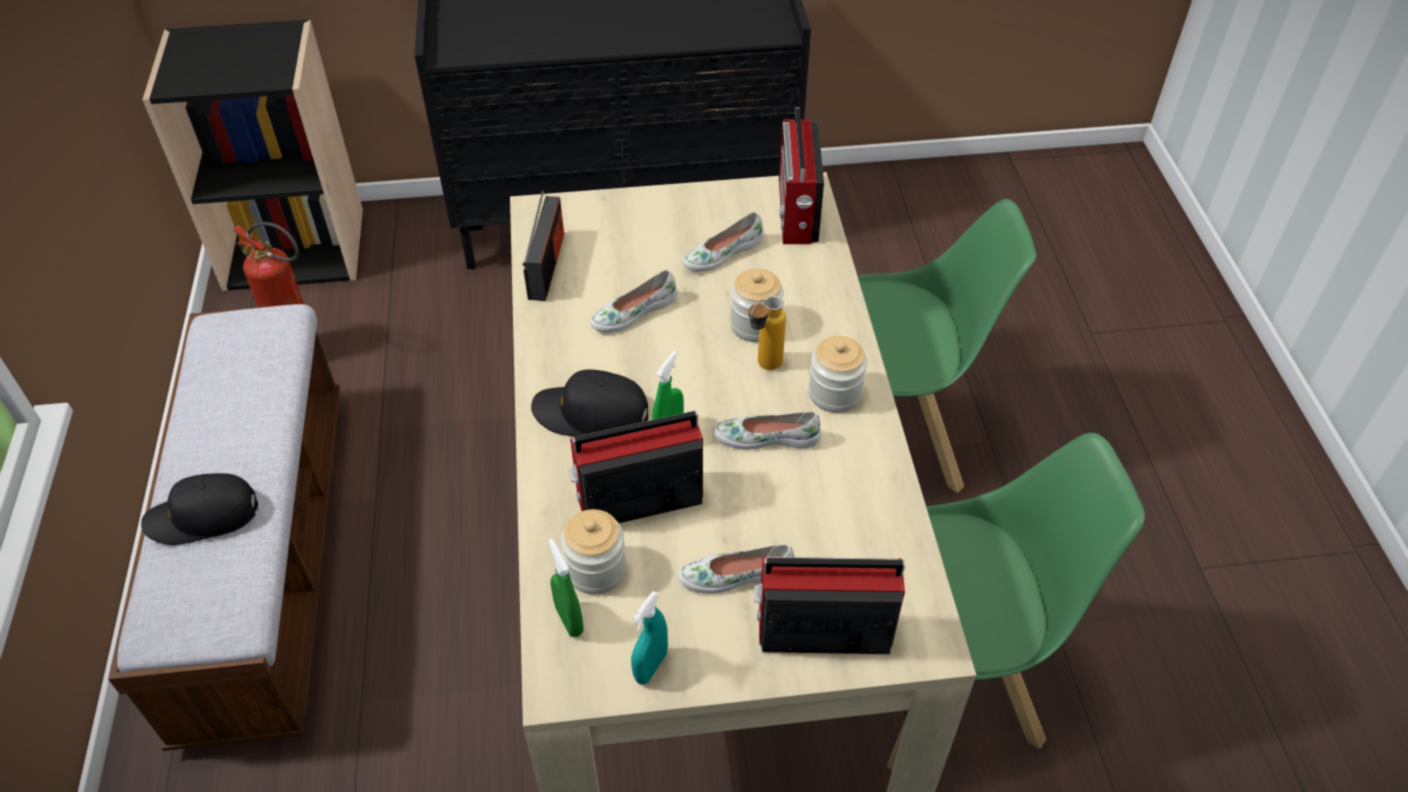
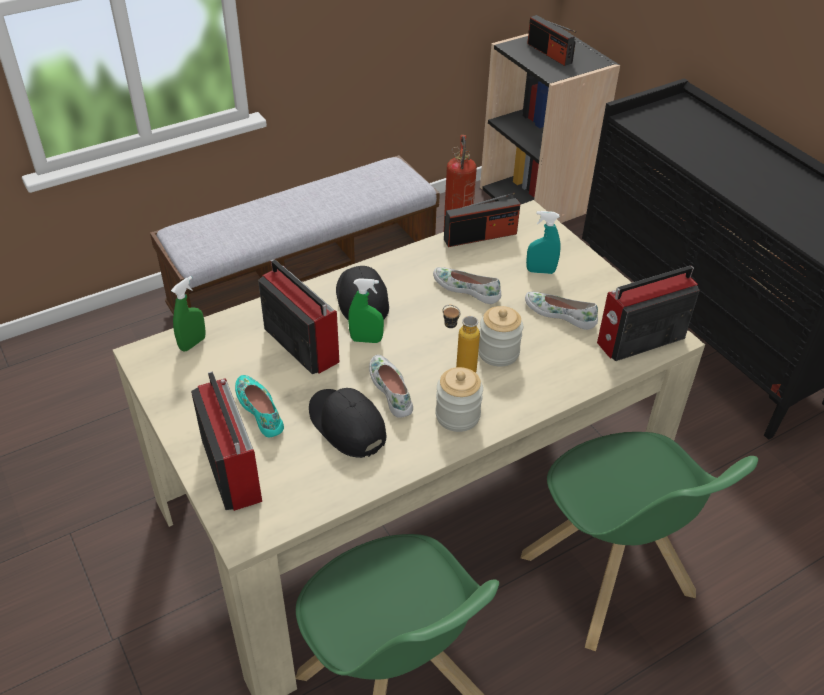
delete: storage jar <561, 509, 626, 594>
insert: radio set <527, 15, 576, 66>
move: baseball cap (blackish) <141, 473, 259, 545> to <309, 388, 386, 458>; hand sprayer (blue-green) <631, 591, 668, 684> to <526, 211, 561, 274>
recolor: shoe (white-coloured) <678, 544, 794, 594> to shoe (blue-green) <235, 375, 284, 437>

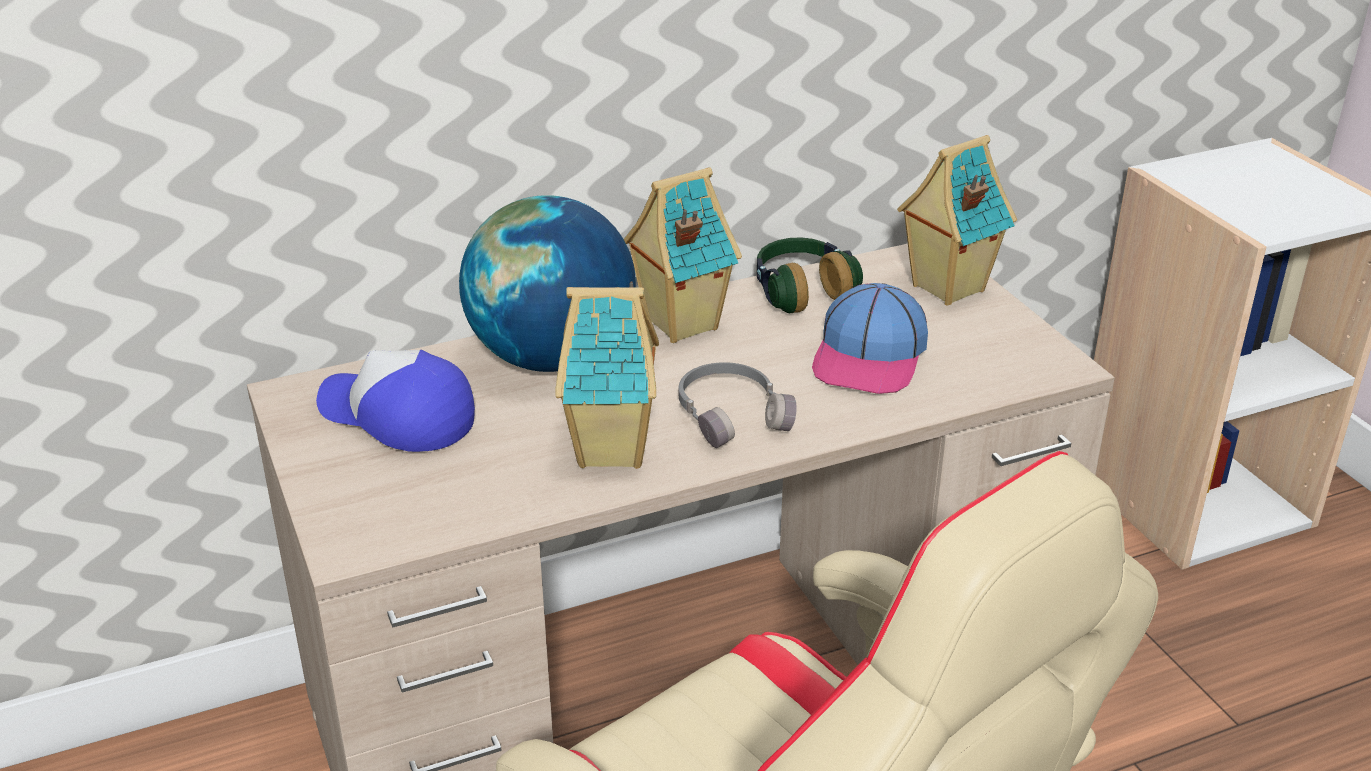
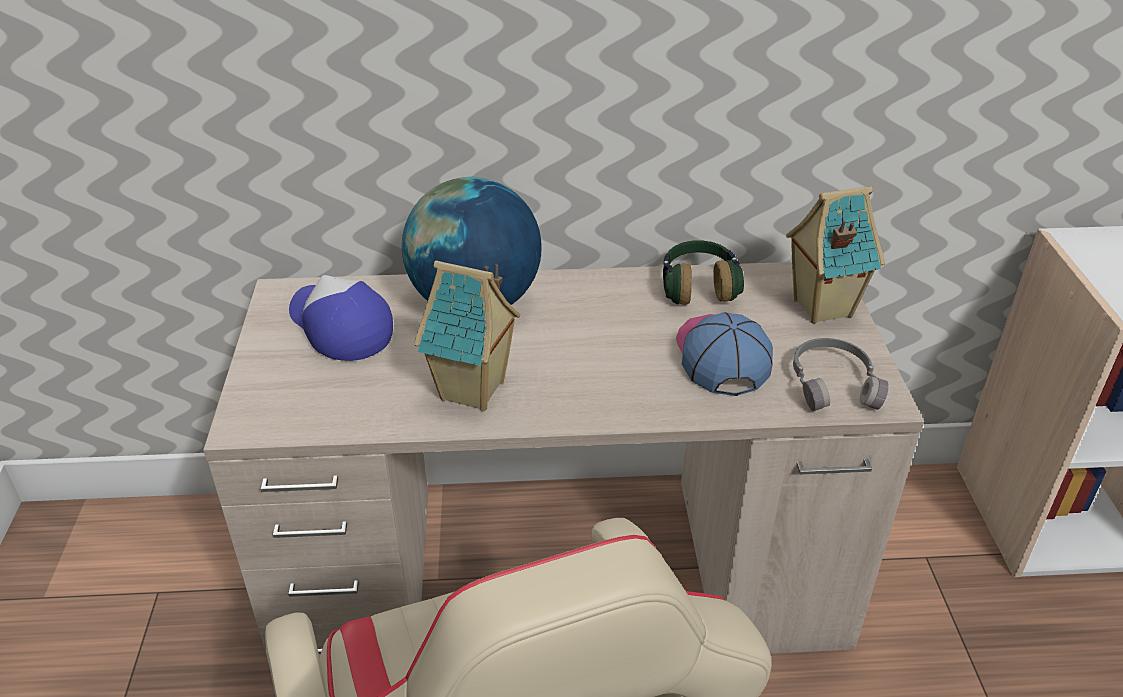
delete: toy house <624, 167, 742, 343>
move: headset (greyish) <679, 362, 797, 448> to <793, 338, 889, 411>
rotate: baseball cap <812, 283, 928, 394> = <676, 312, 773, 396> 135 degrees clockwise

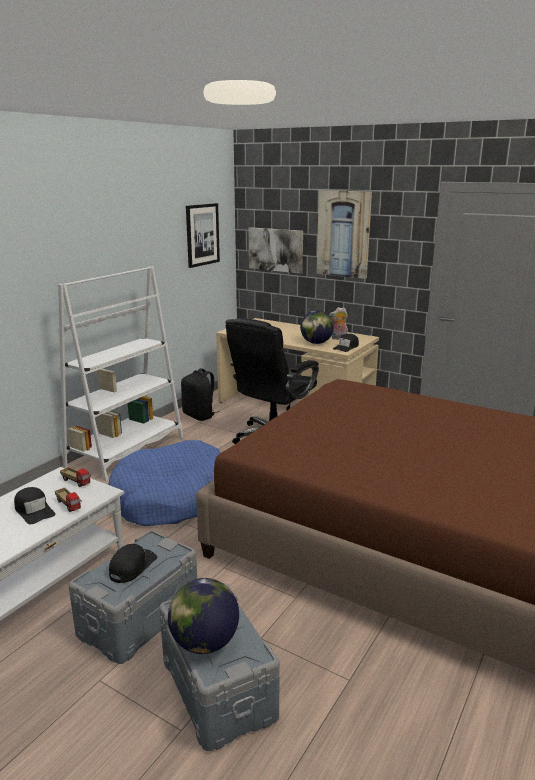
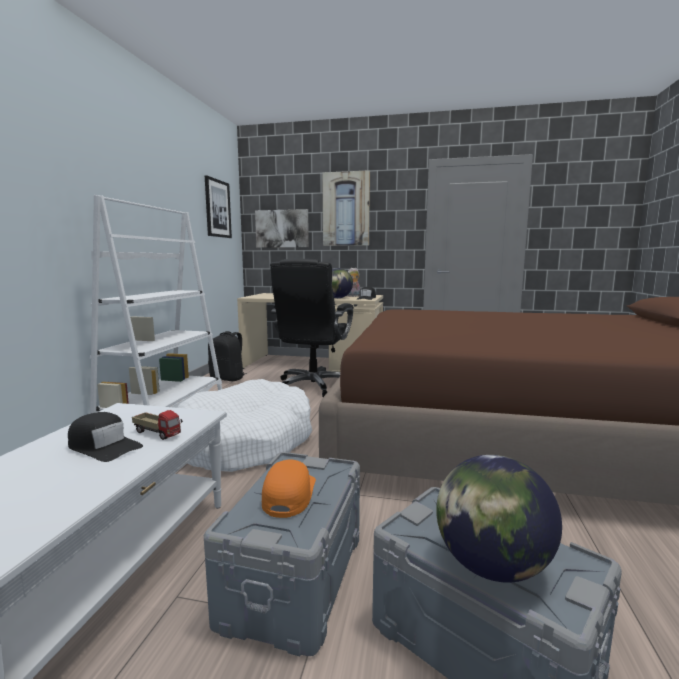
delete: model truck <60, 467, 91, 487>
recolor: pet bed (bluish) <108, 440, 221, 526> to pet bed (white-coloured) <177, 379, 312, 472>; baseball cap (blackish) <109, 544, 158, 583> to baseball cap (orange) <262, 460, 316, 518>

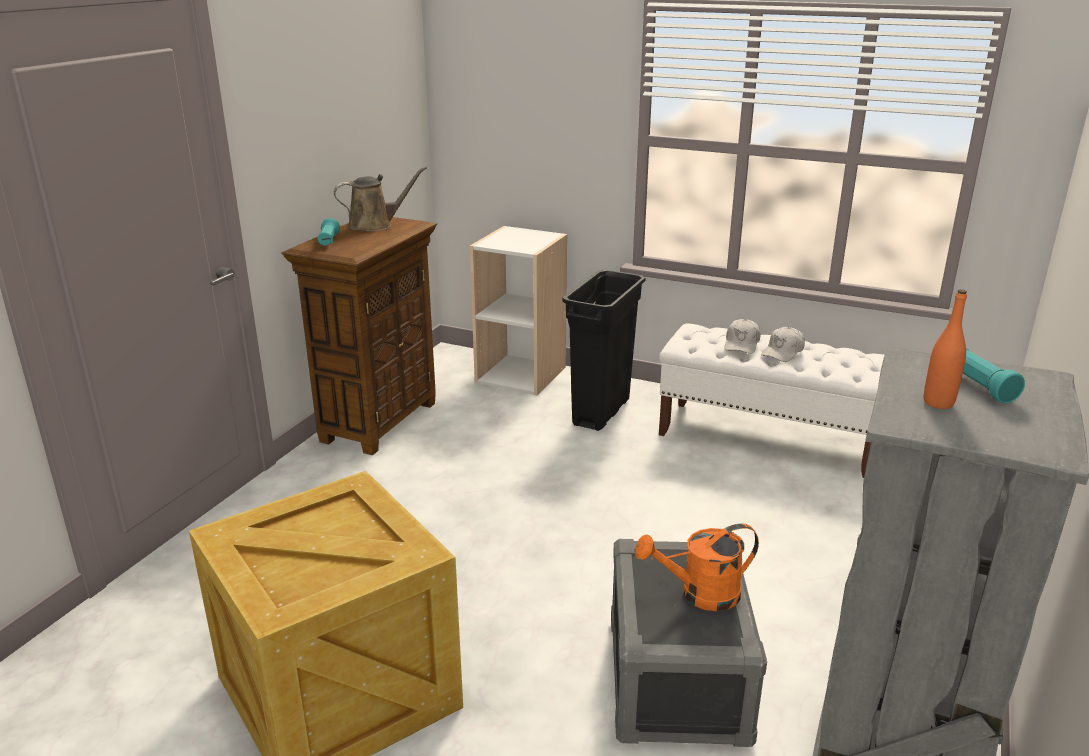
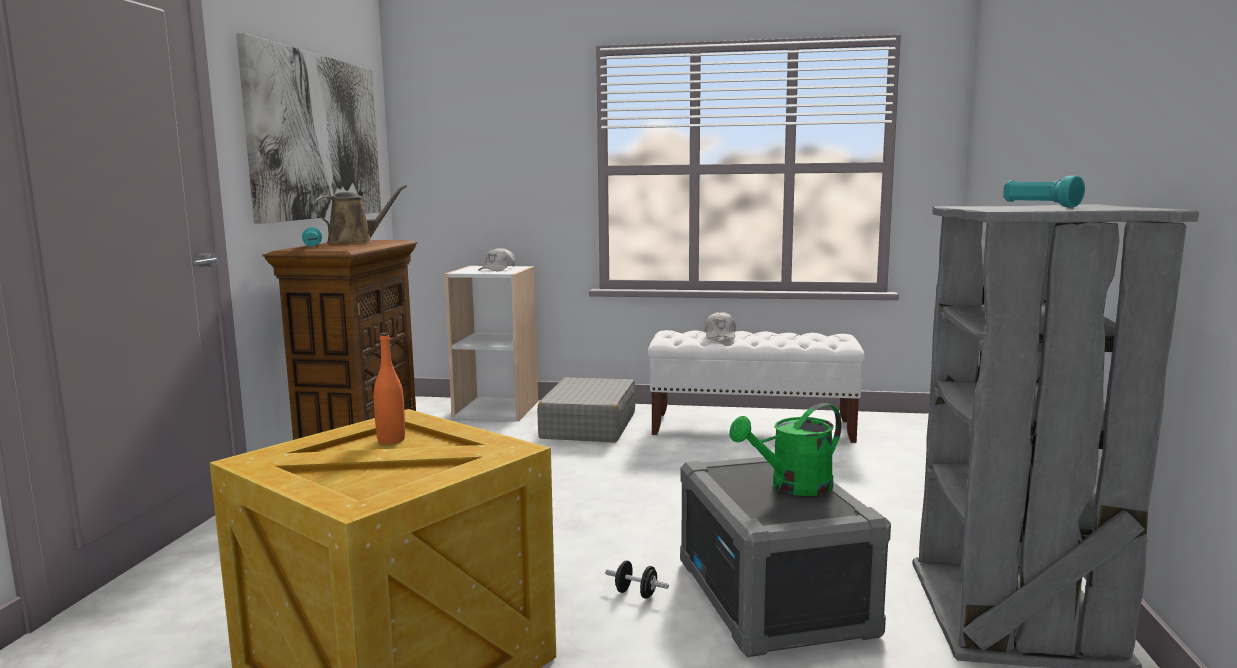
insert: wall picture <236, 33, 381, 223>; dumbbell (blackish) <605, 560, 669, 599>
move: baseball cap (white-coloured) <761, 327, 805, 362> to <478, 247, 515, 271>; beverage bottle (orange) <924, 289, 967, 409> to <374, 333, 405, 444>
replace: rubbish bin (blackish) <562, 270, 645, 431> to suitcase (greyish) <537, 377, 635, 442>
recolor: watering pot (orange) <635, 523, 759, 611> to watering pot (greenish) <729, 403, 842, 496>

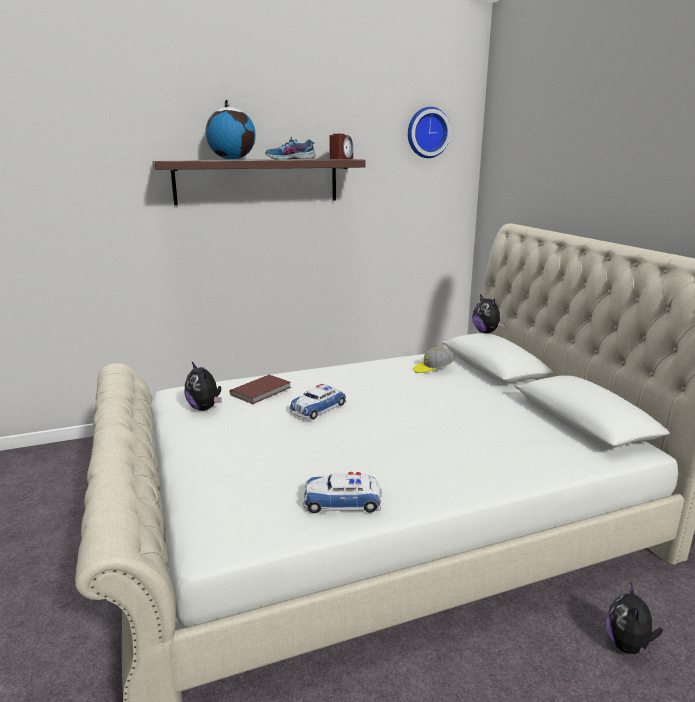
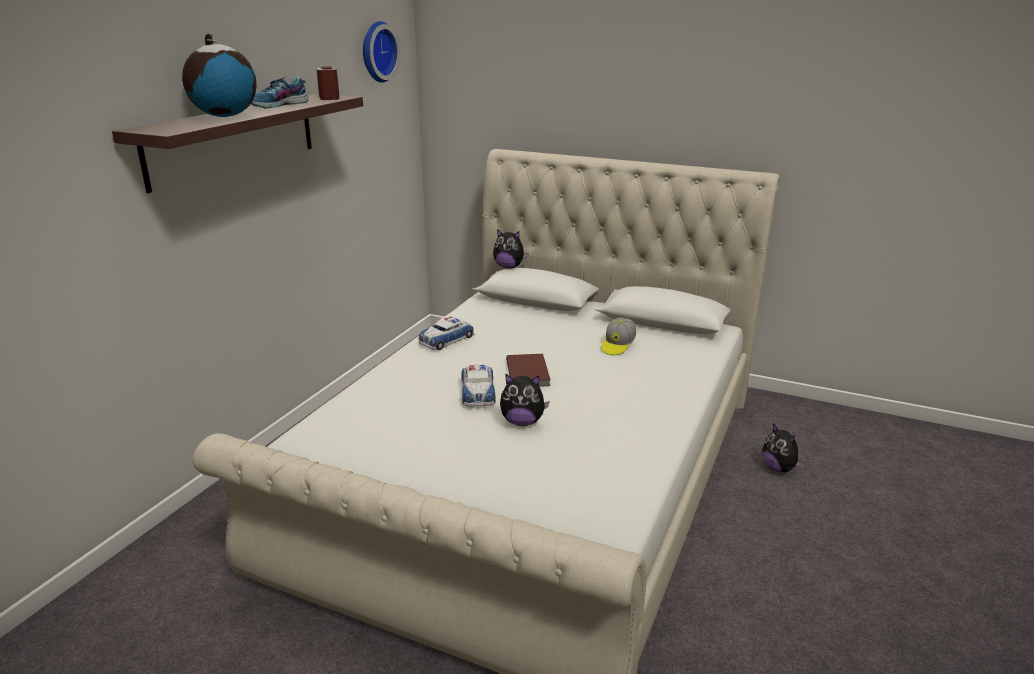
move: plush toy <184, 362, 221, 411> to <500, 373, 550, 426>; book (brown) <230, 375, 291, 404> to <506, 354, 550, 387>; model car <303, 472, 382, 513> to <419, 317, 474, 350>; baseball cap <413, 347, 454, 373> to <601, 318, 636, 355>

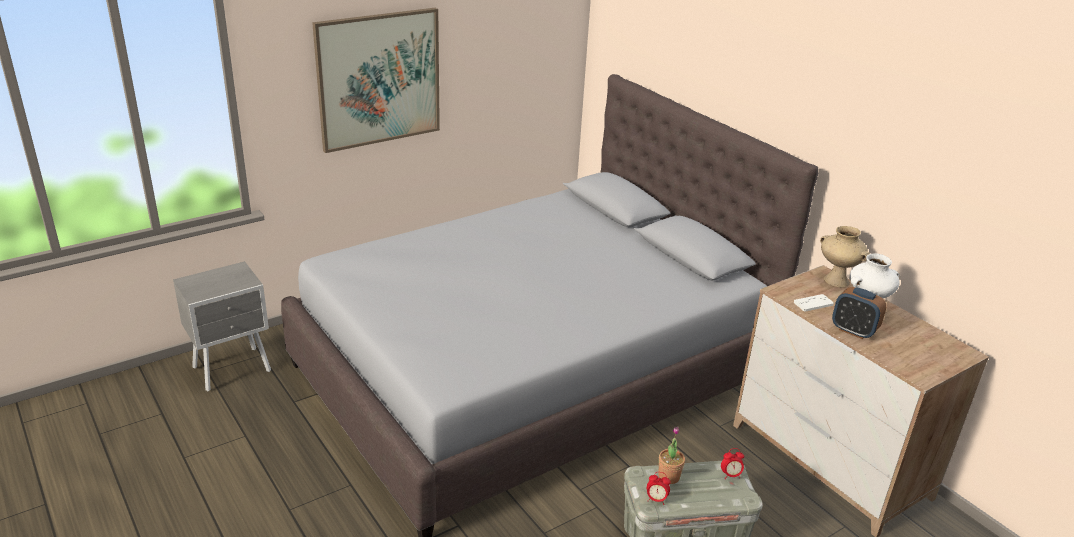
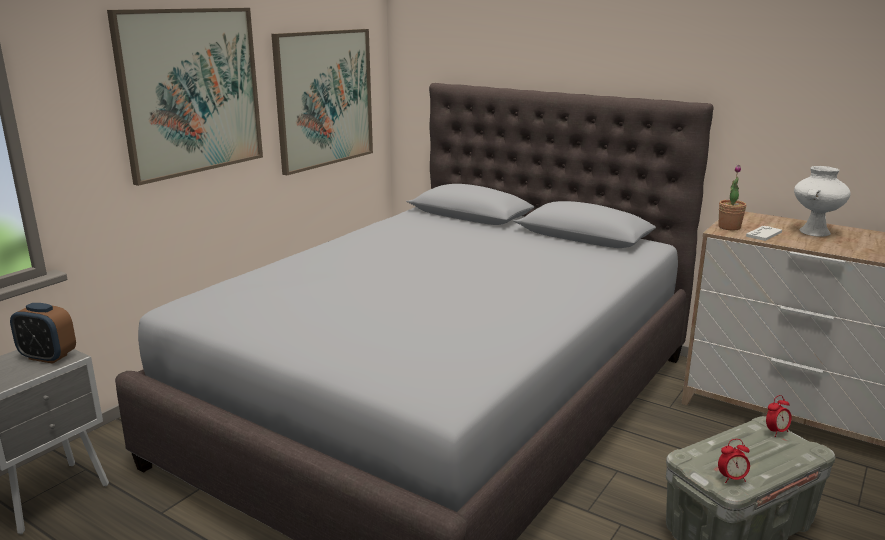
delete: decorative vase (beige-coloured) <820, 226, 870, 287>
insert: wall picture <271, 29, 373, 175>
move: plant in a pot <658, 426, 685, 484> to <718, 165, 746, 231>; table clock <832, 287, 886, 339> to <10, 303, 76, 364>

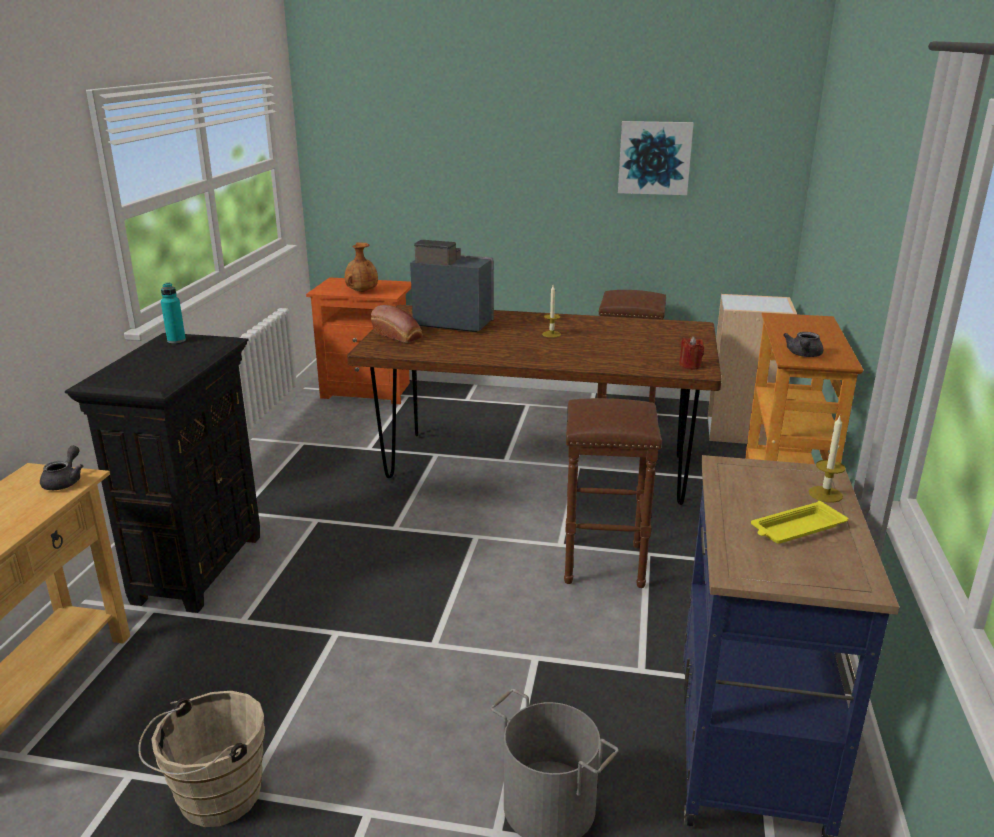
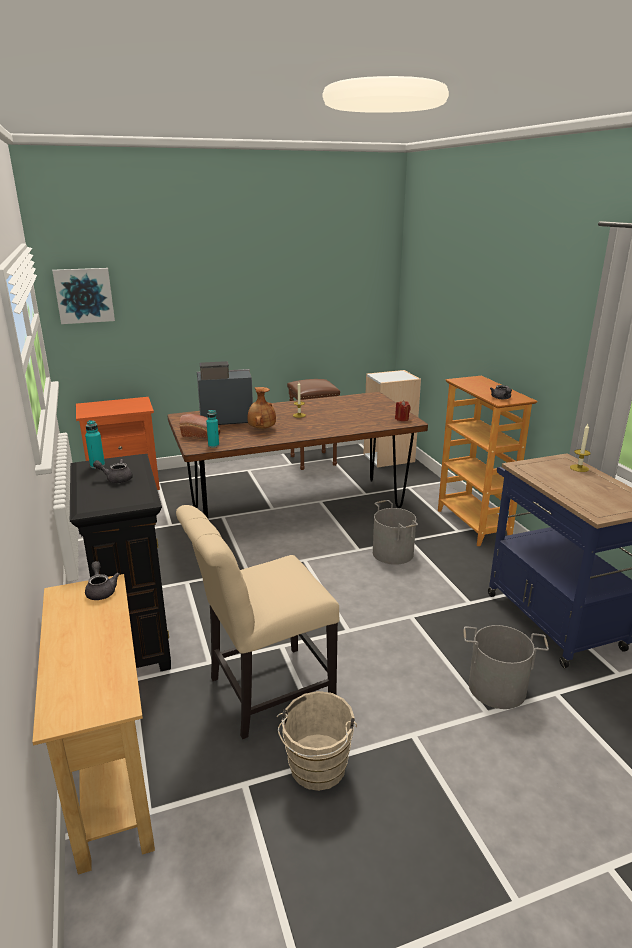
delete: carrying tray (yellow-coloured) <751, 501, 848, 544>
insert: pot for tea (greyish) <93, 459, 133, 483>; chair (beige-coloured) <176, 505, 340, 739>; beverage bottle (blue-green) <206, 410, 219, 448>
move: decorative vase (brown) <345, 242, 378, 292> to <247, 387, 276, 429>; wall picture <618, 121, 694, 195> to <52, 268, 115, 324>
replace: stool seat (brown) <564, 398, 662, 588> to pail (greyish) <373, 500, 418, 565>

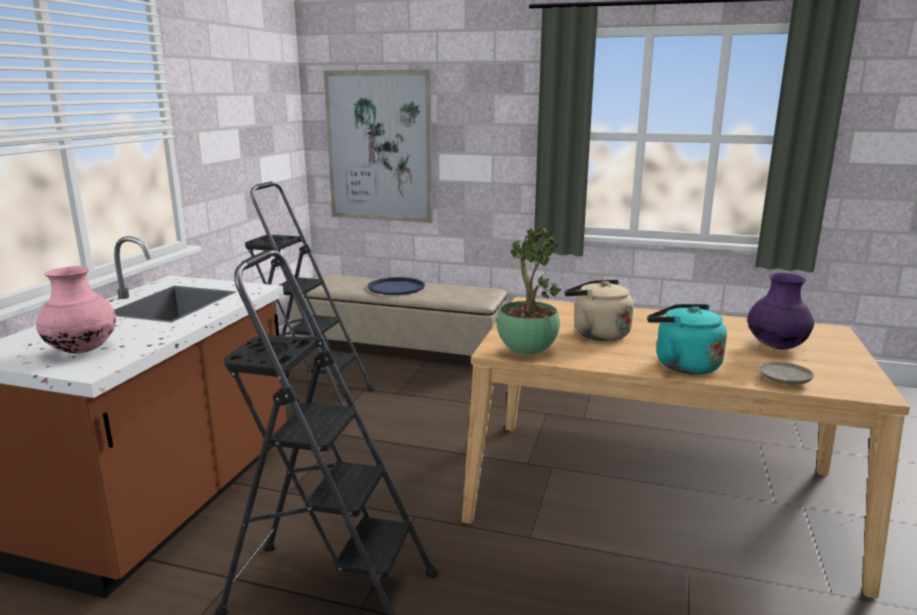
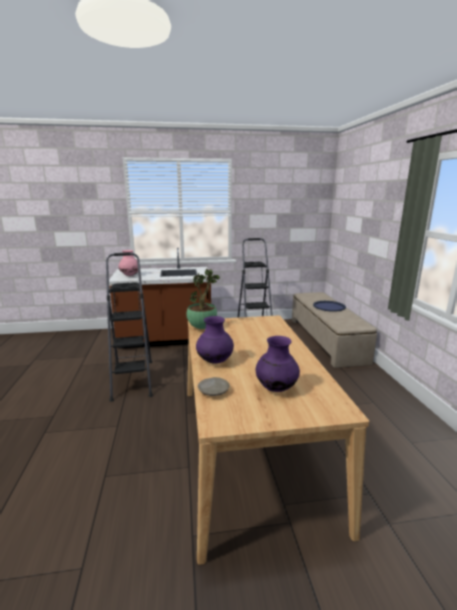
delete: wall picture <324, 70, 433, 223>; tea kettle (beige-coloured) <564, 280, 633, 341>
replace: tea kettle (blue-green) <647, 304, 727, 374> to decorative vase (purplish) <196, 316, 234, 364>

